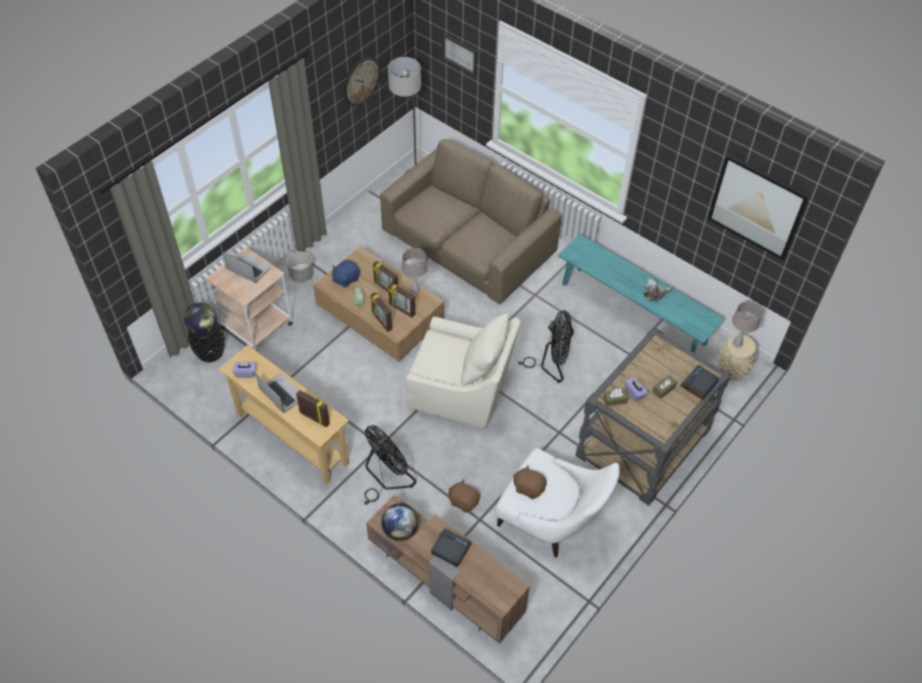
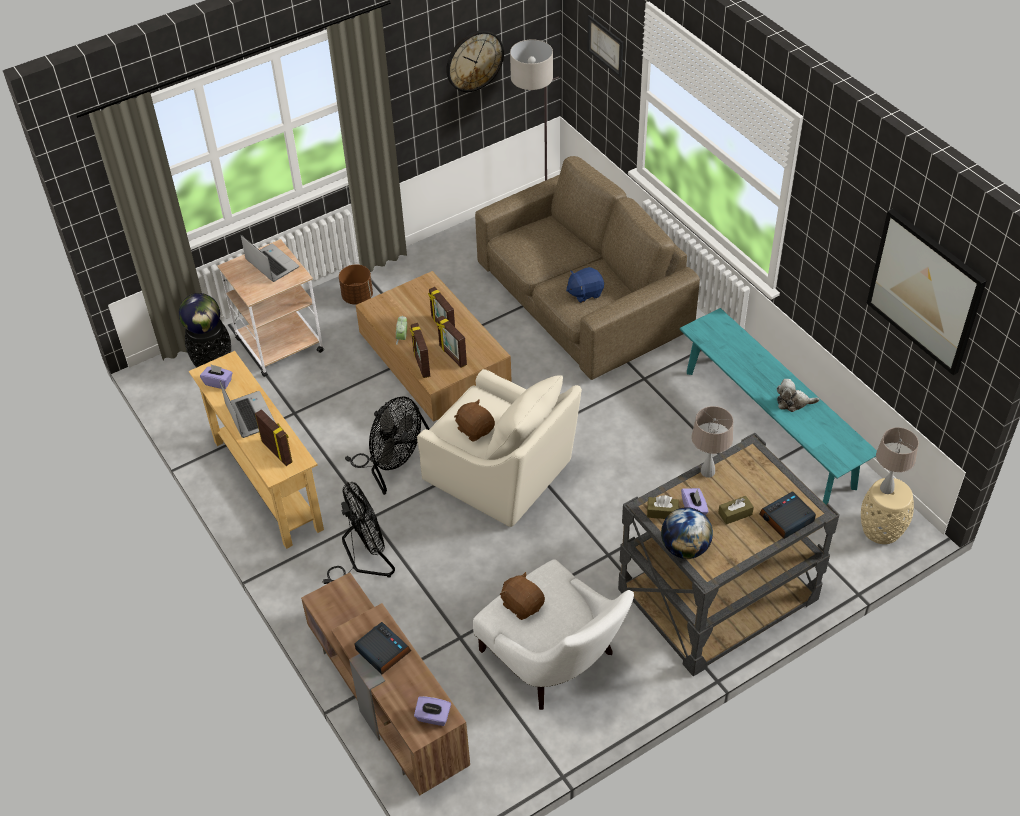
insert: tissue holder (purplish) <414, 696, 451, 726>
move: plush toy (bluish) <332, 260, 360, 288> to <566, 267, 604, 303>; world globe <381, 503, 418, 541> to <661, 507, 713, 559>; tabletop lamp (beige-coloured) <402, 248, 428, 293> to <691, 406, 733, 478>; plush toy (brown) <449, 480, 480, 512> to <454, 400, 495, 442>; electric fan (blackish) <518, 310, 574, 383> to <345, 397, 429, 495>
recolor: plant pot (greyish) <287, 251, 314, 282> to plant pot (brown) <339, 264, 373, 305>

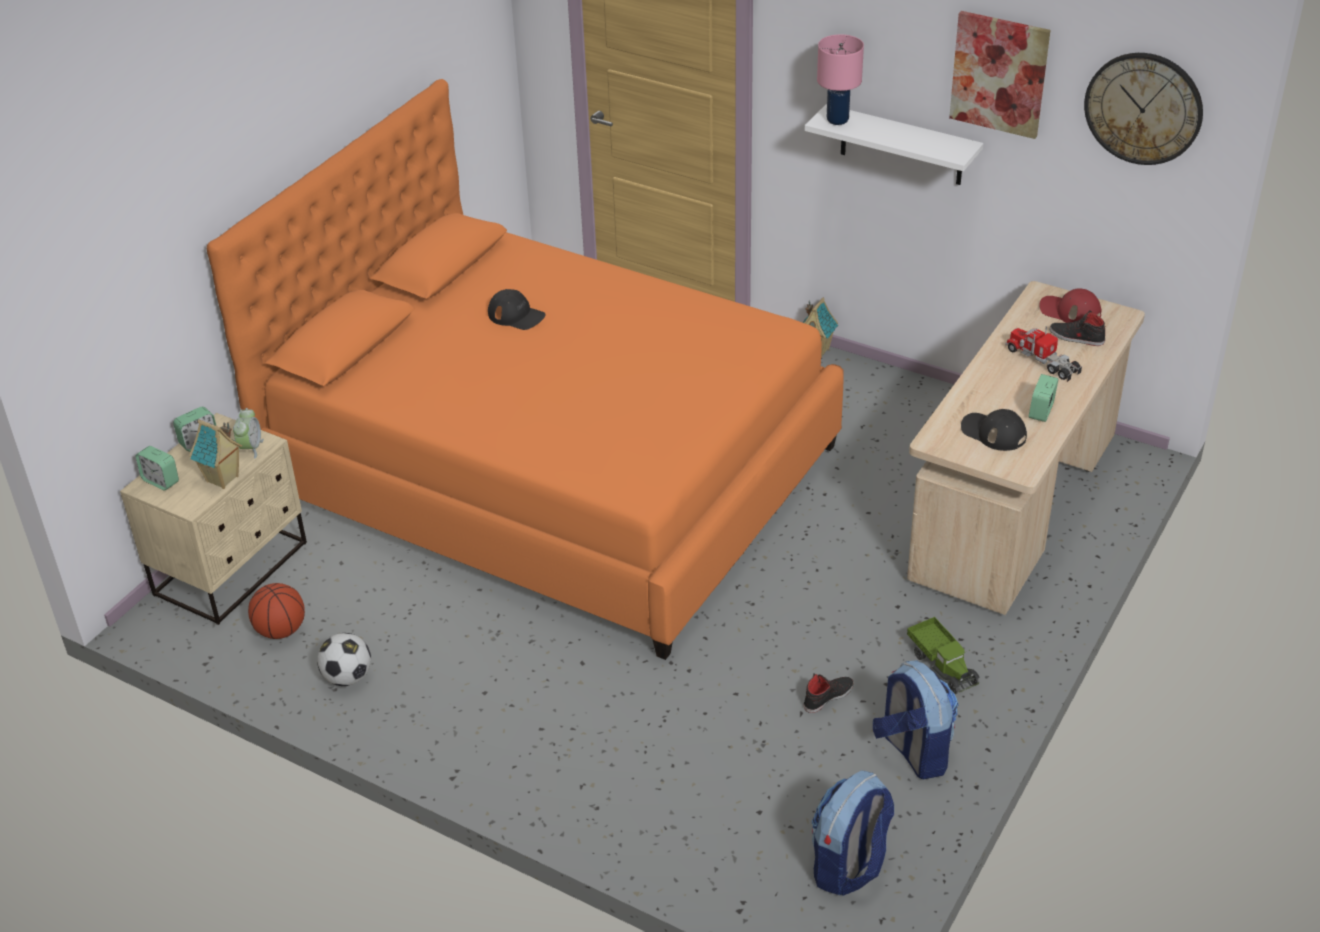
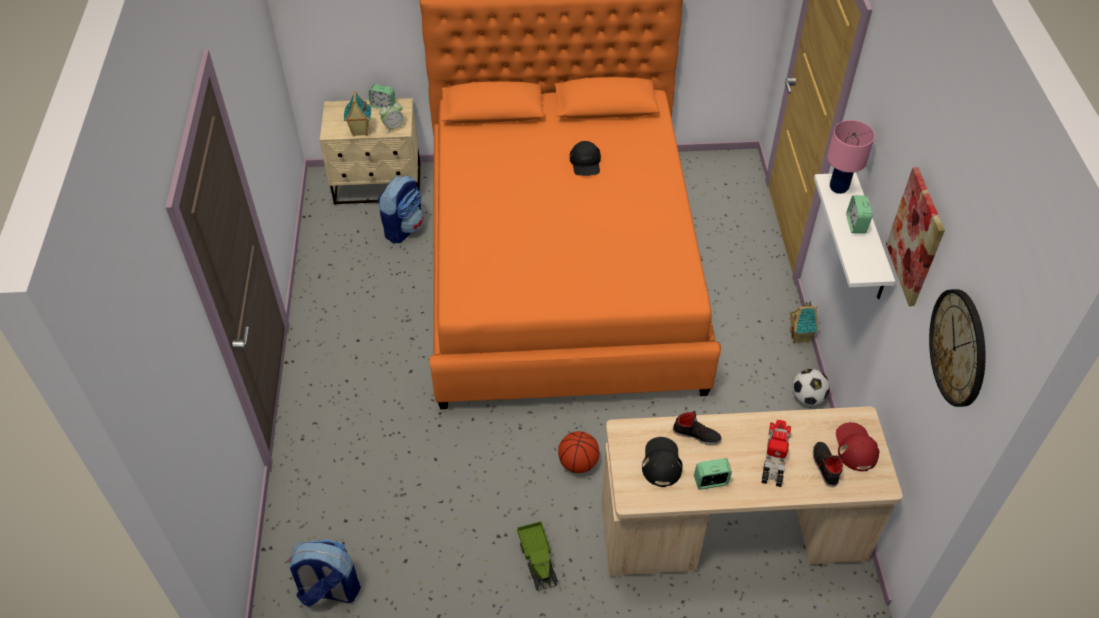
move: table clock <135, 446, 179, 491> to <846, 195, 872, 234>; ball for basketball <248, 583, 305, 639> to <558, 431, 599, 473>; ball for football <317, 633, 371, 686> to <792, 369, 830, 406>; shoe (blackish) <804, 674, 854, 713> to <673, 411, 721, 445>; knapsack <873, 660, 959, 780> to <377, 175, 423, 244>
rotate: model truck <907, 617, 980, 694> = <517, 521, 558, 591> 45 degrees counterclockwise

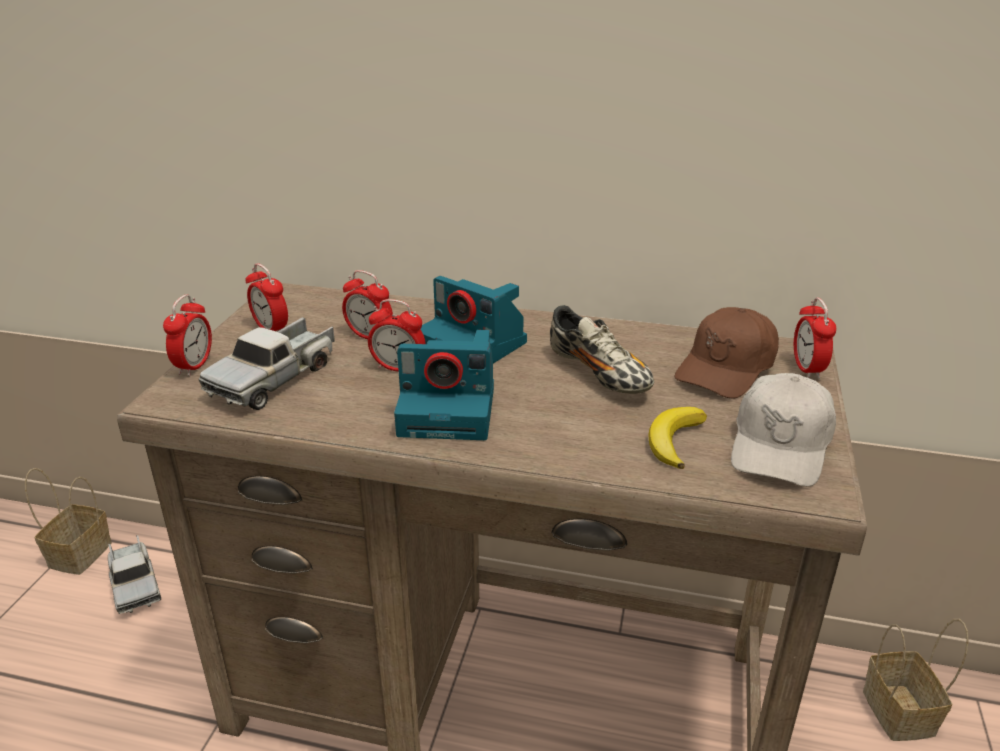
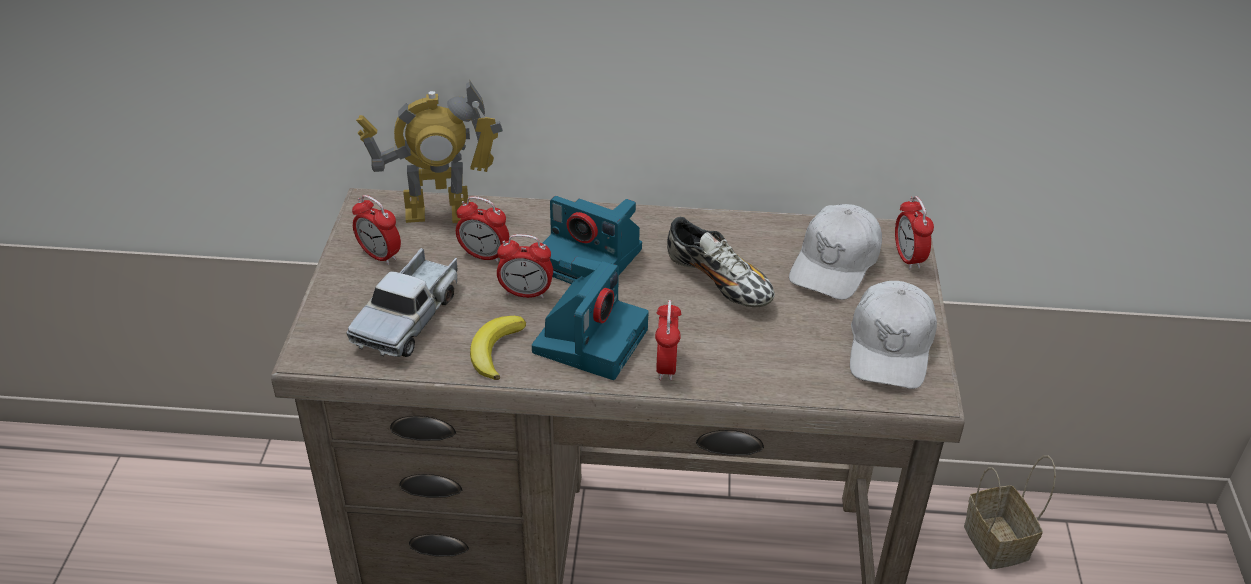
delete: basket <25, 468, 112, 575>; model truck <108, 535, 161, 614>
insert: model robot <356, 79, 503, 223>
move: table clock <163, 295, 212, 376> to <655, 300, 681, 381>; banana <648, 407, 707, 469> to <470, 316, 526, 380>
recolor: baseball cap (brown) <674, 307, 779, 399> to baseball cap (white-coloured) <789, 204, 882, 300>
rotate: still camera <394, 330, 494, 440> = <532, 257, 649, 380> 60 degrees counterclockwise

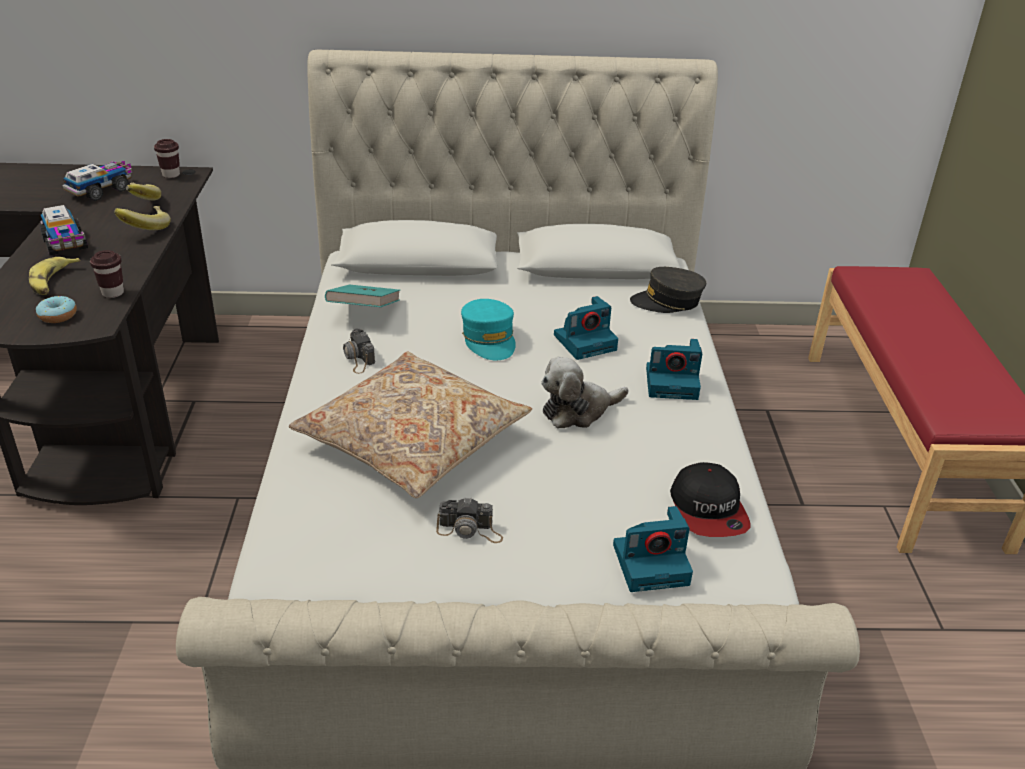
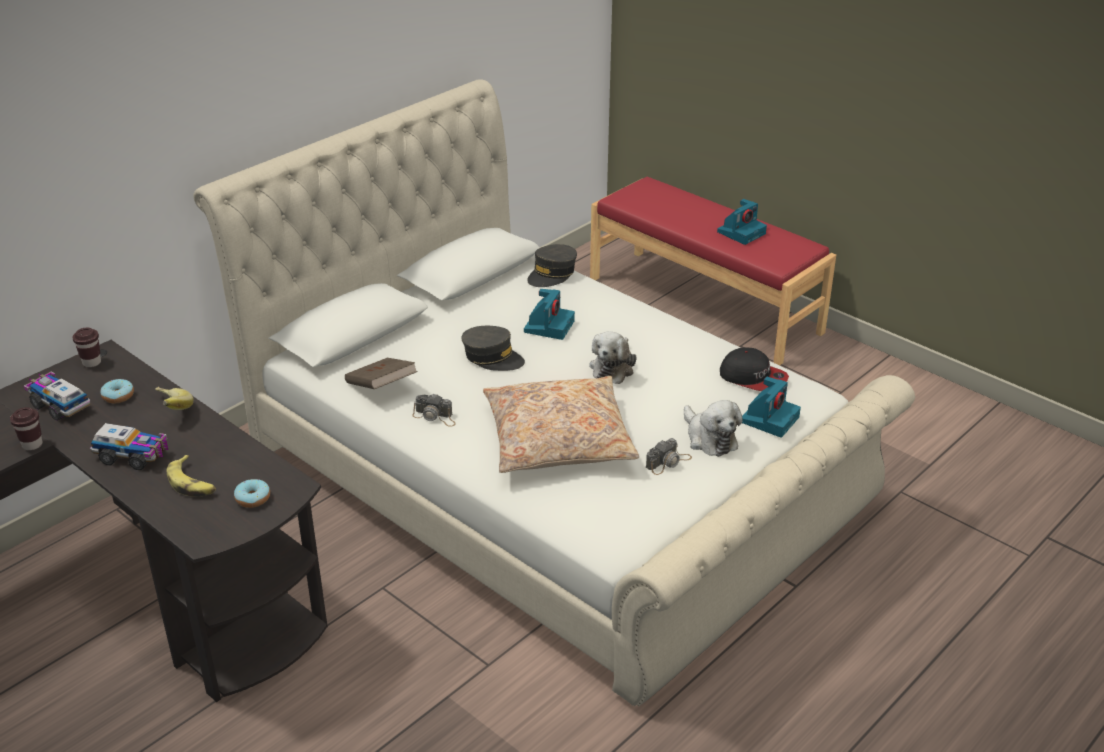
insert: plush toy <684, 400, 743, 457>
move: small cup (brown) <90, 250, 124, 298> to <10, 407, 42, 450>; still camera <646, 339, 702, 400> to <717, 199, 767, 245>
replace: banana <126, 183, 161, 201> to donut <100, 379, 134, 403>
recolor: book (blue-green) <325, 285, 400, 307> to book (brown) <345, 358, 418, 389>; baseball cap (blue-green) <461, 299, 516, 360> to baseball cap (greyish) <461, 326, 525, 371>
rotate: model truck <63, 161, 132, 201> = <24, 371, 90, 421> 45 degrees counterclockwise

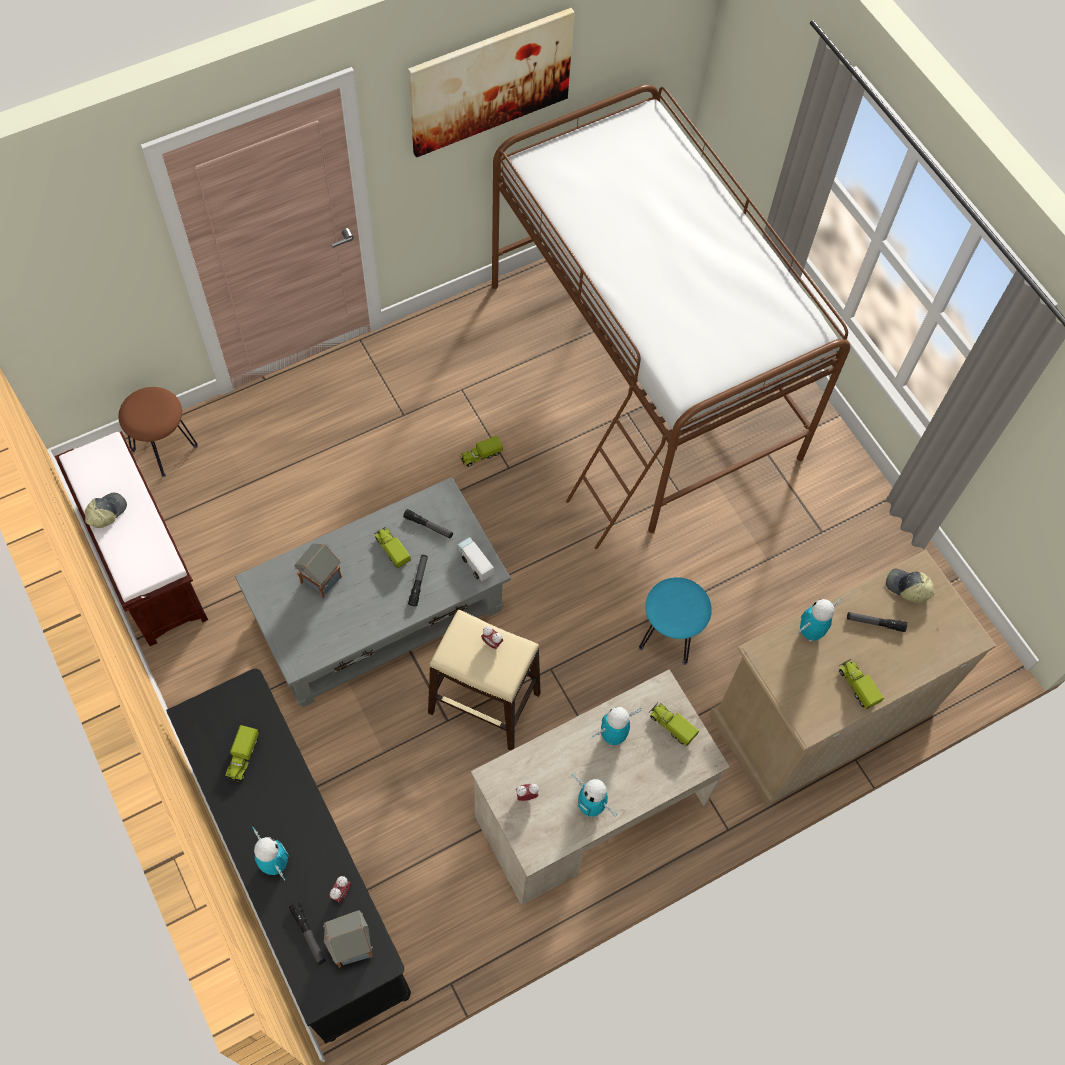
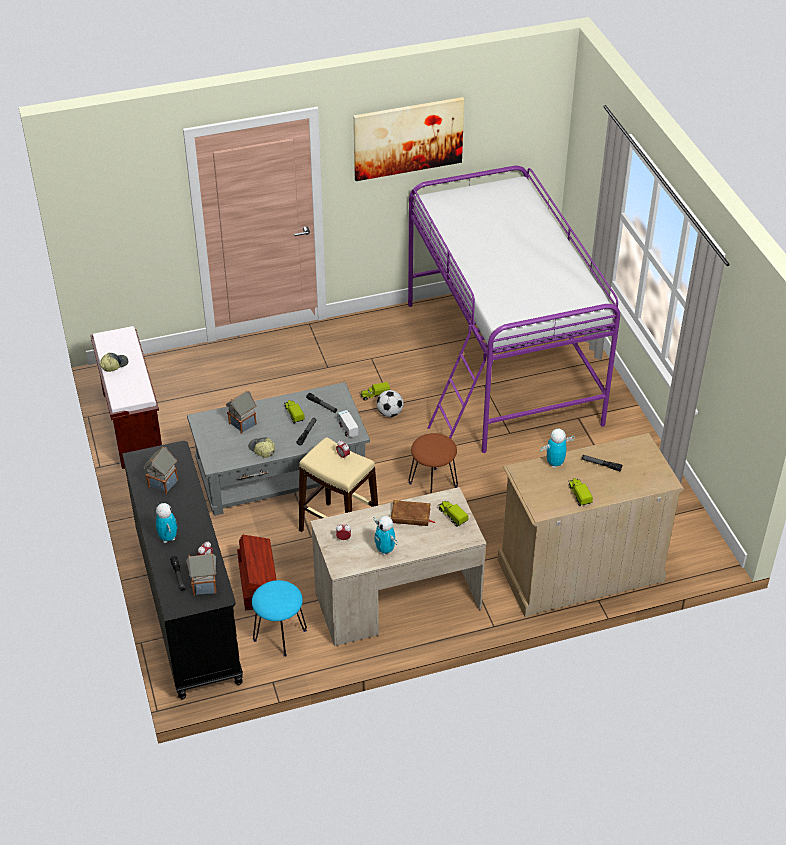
insert: storage box (brown) <237, 535, 277, 610>; ball for football <377, 390, 404, 417>
move: stool seat (brown) <118, 387, 198, 477> to <408, 433, 458, 494>; stool seat (blue-green) <639, 577, 712, 665> to <252, 580, 307, 657>; baseball cap <886, 569, 935, 604> to <248, 437, 275, 458>
replace: model truck <225, 725, 259, 783> to toy house <143, 447, 178, 494>; model robot <591, 707, 642, 746> to book (brown) <391, 500, 435, 526>
recolor: bed (brown) <492, 85, 850, 549> to bed (purplish) <408, 166, 620, 453>

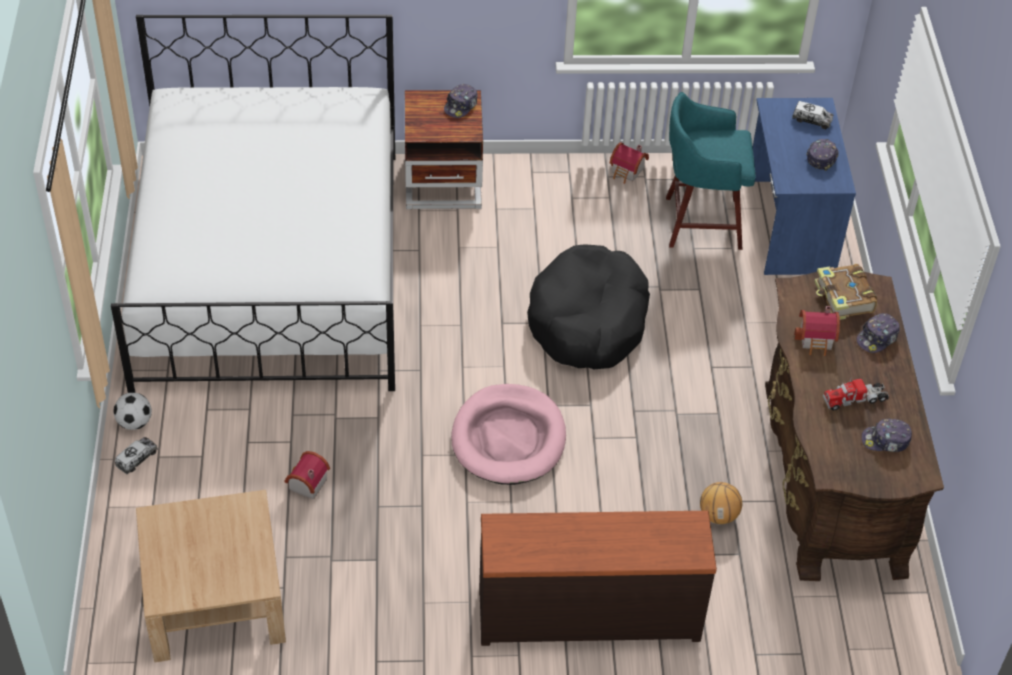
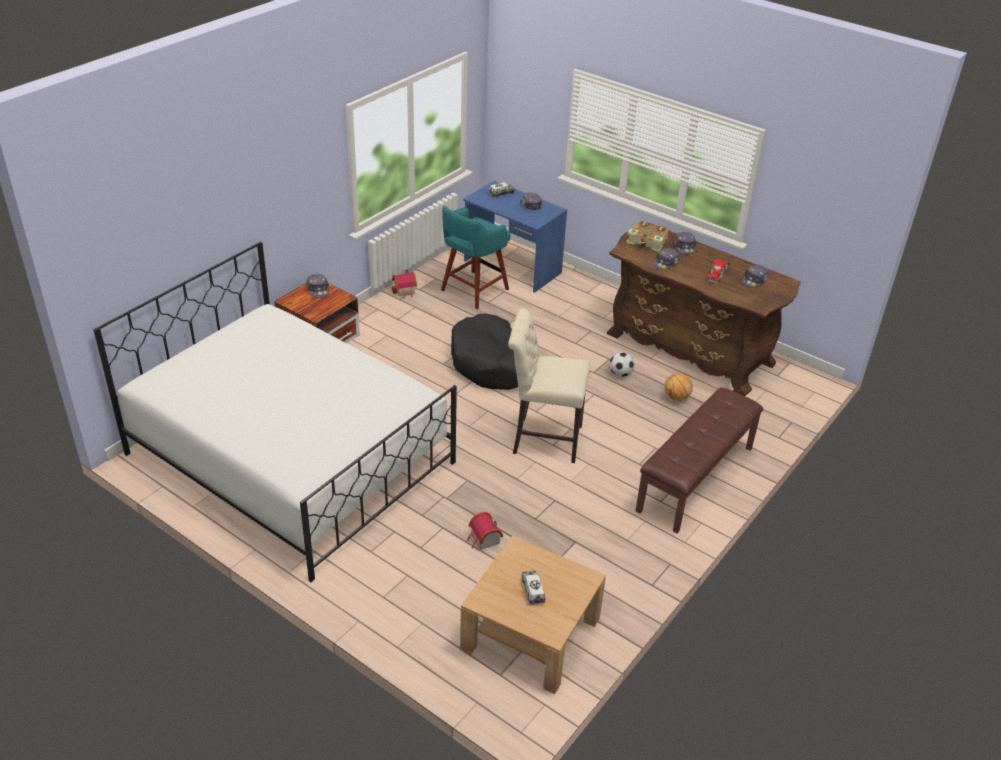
move: ball for football <113, 393, 152, 430> to <609, 352, 634, 377>; model truck <115, 437, 158, 474> to <522, 571, 545, 605>
replace: pet bed (pink) <451, 384, 566, 485> to stool seat (beige-coloured) <508, 309, 590, 463>; chest of drawers (brown) <479, 511, 717, 646> to bench (brown) <636, 388, 763, 533>; toy house <794, 306, 840, 356> to baseball cap <653, 248, 680, 270>

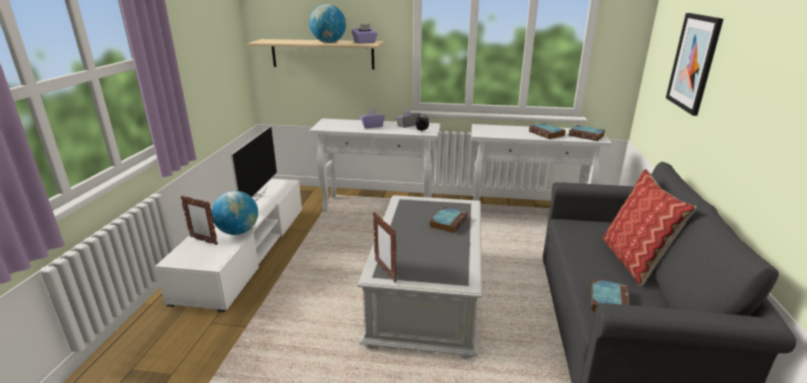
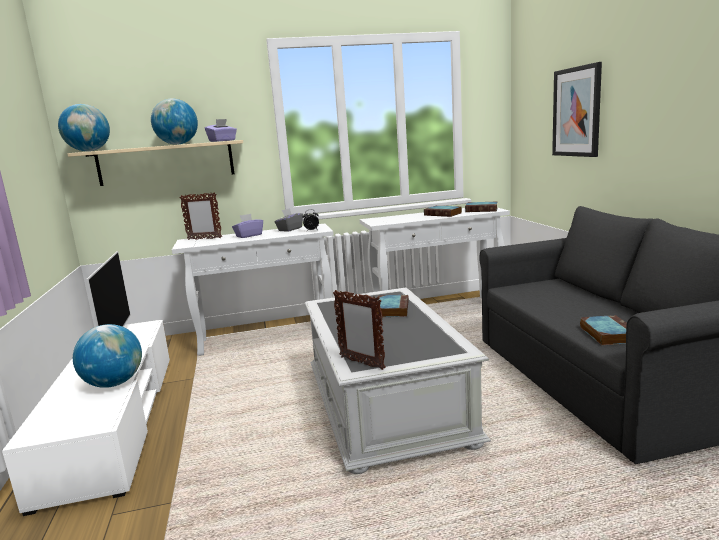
delete: cushion <602, 169, 697, 287>
insert: world globe <58, 104, 110, 151>
move: picture frame <180, 196, 218, 245> to <179, 192, 222, 240>

